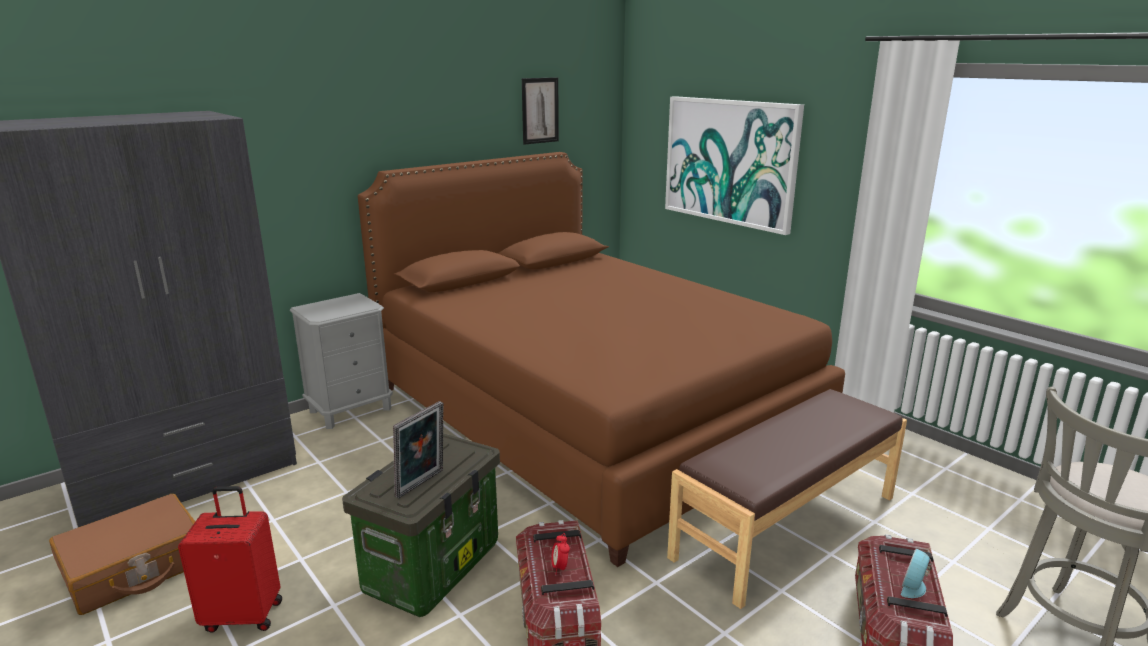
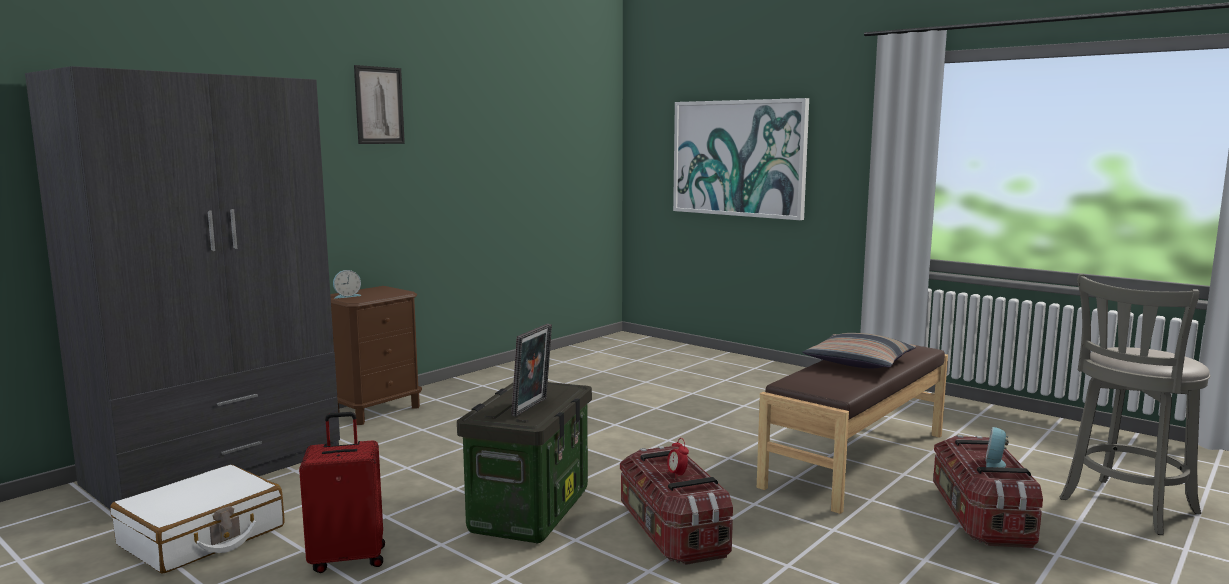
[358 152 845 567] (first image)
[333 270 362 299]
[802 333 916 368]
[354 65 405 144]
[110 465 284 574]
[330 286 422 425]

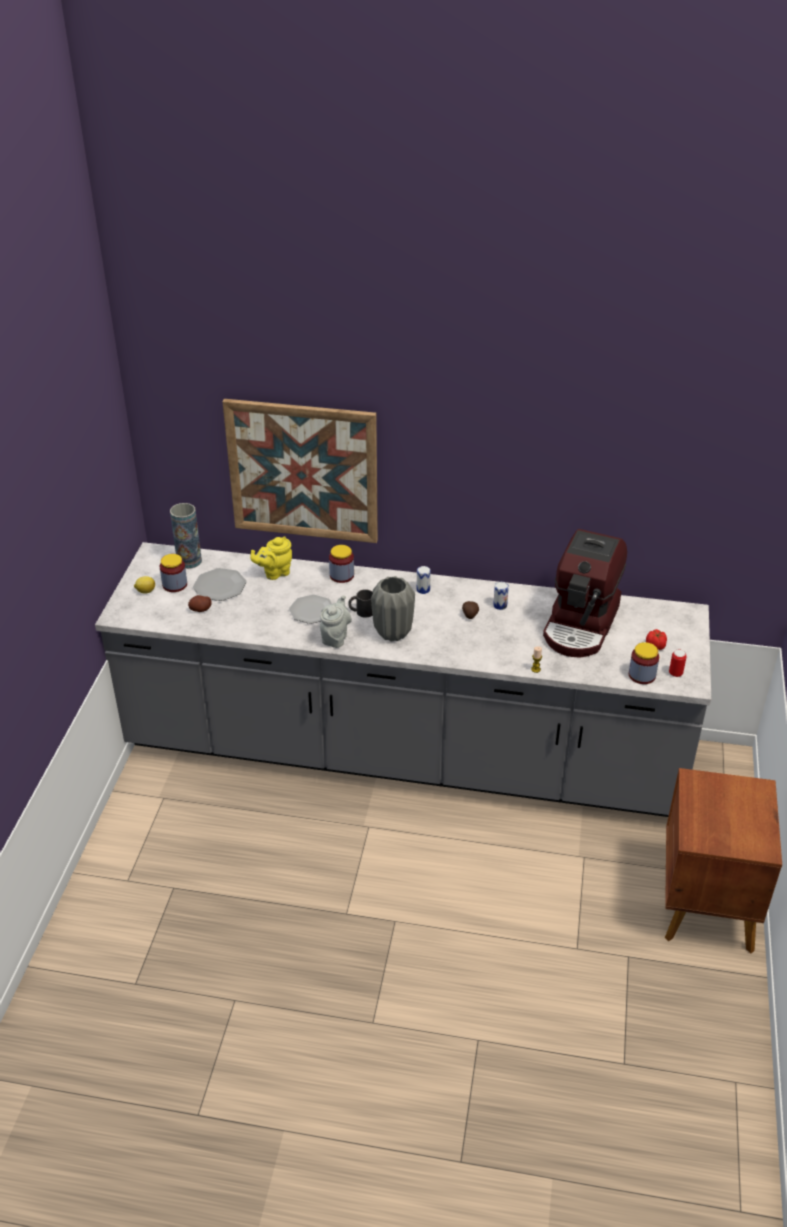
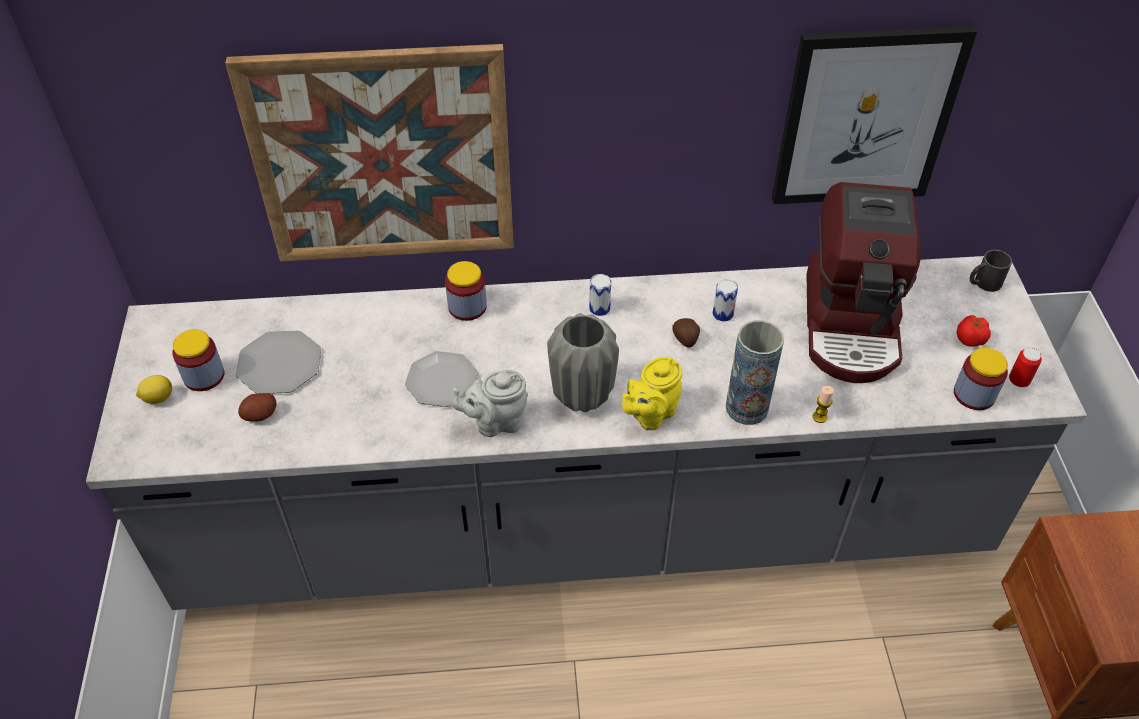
[772 26 977 204]
[726 320 784 425]
[622 357 683 430]
[970 250 1012 292]
[450 370 528 437]

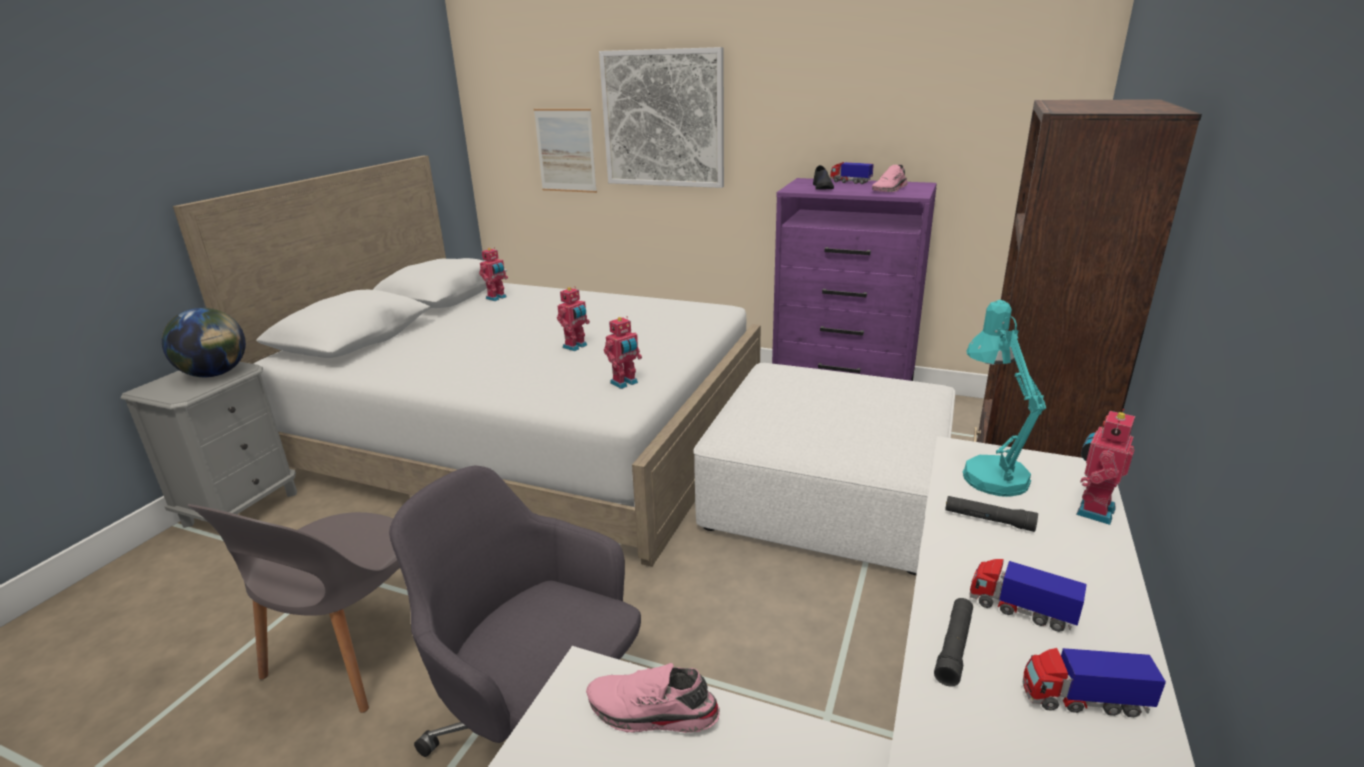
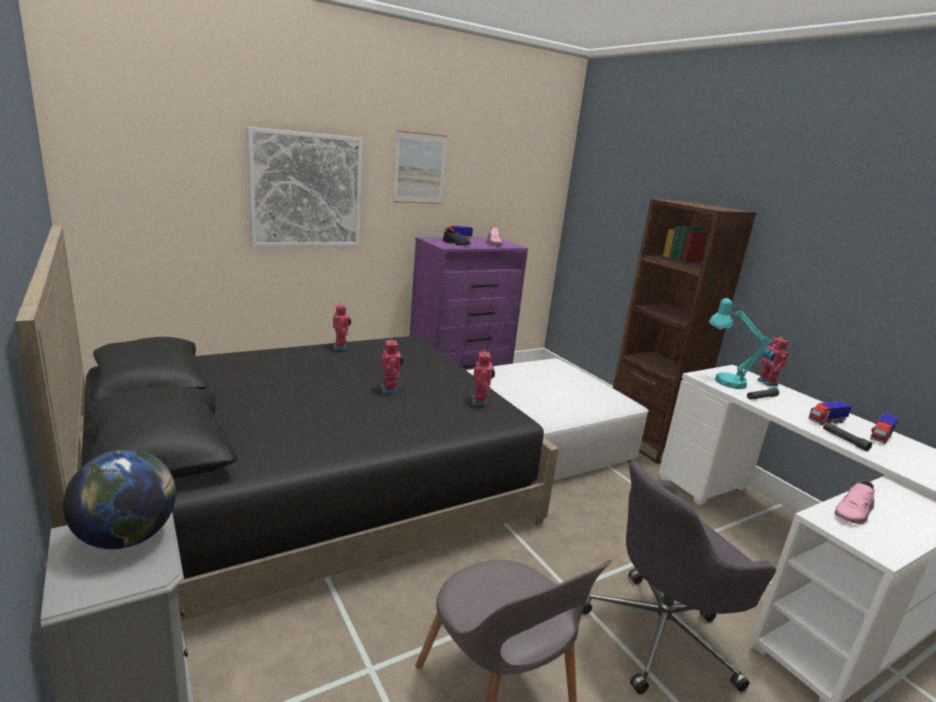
[333 302 351 350]
[394 130 447 204]
[15 226 559 621]

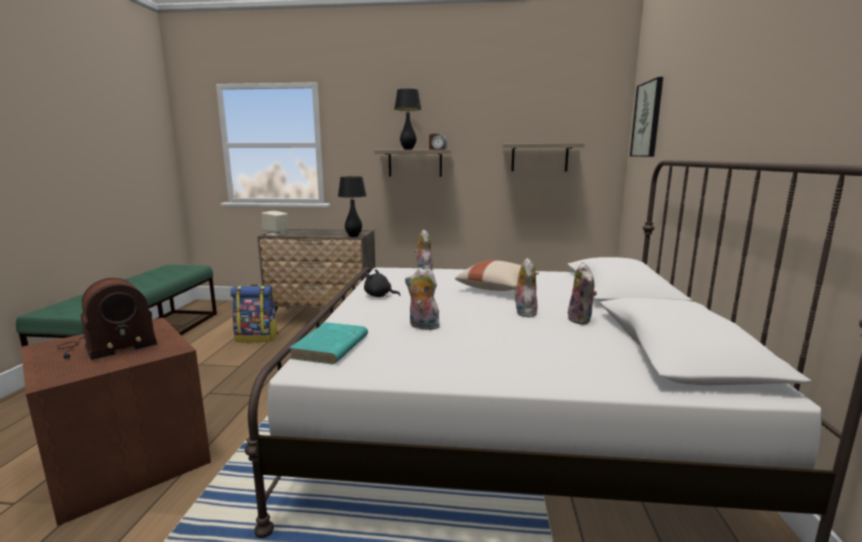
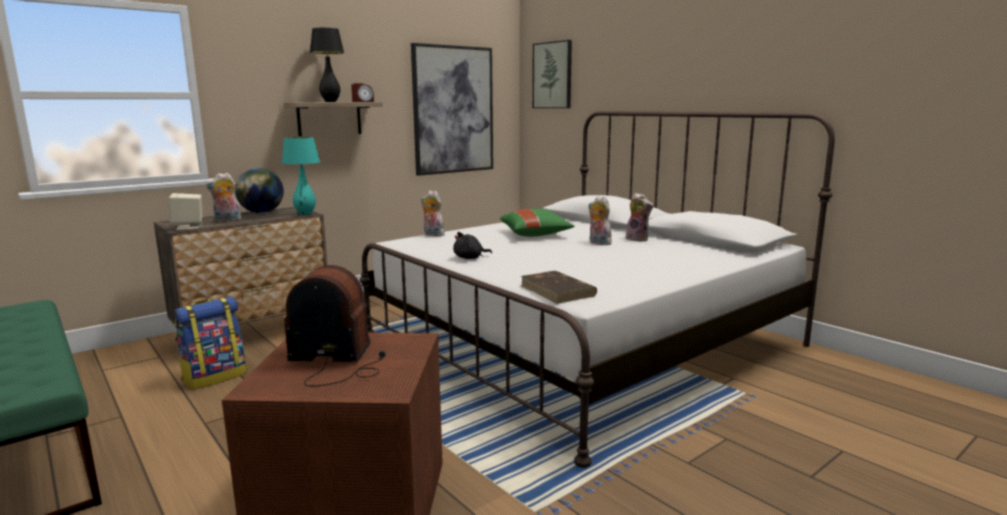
[235 168 284 213]
[206 173 241 222]
[411 43 493 176]
[521 271 597 304]
[282 137 320 215]
[500 209 574 237]
[284 265 386 386]

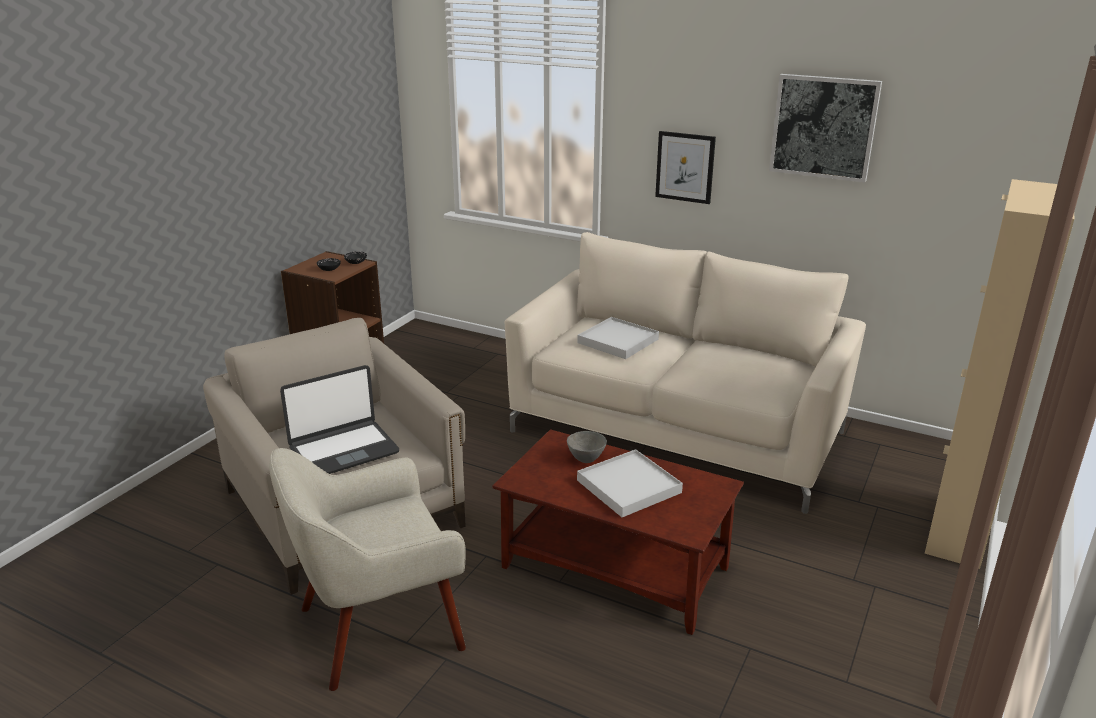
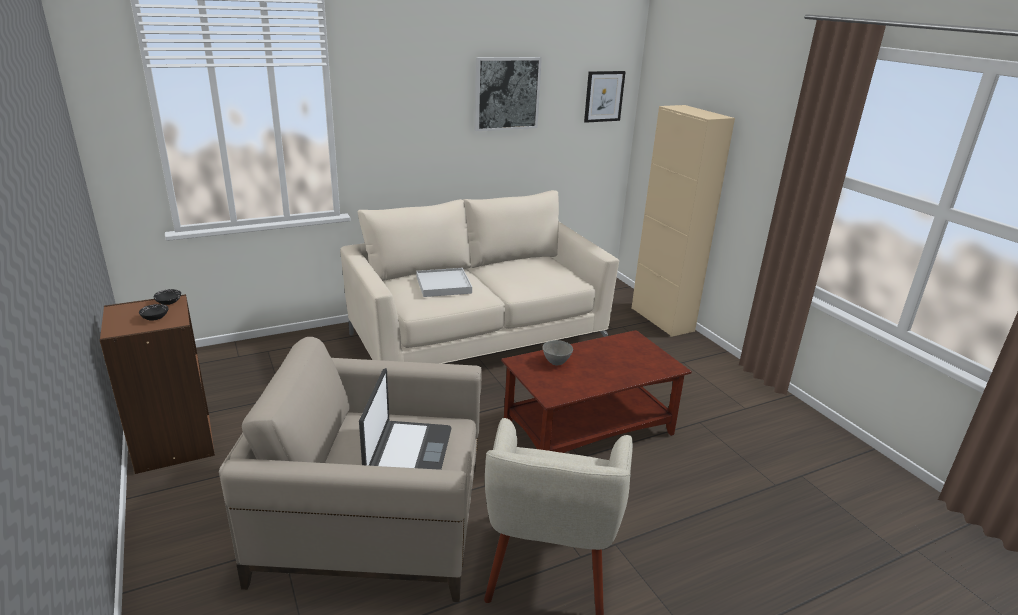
[577 449 683 517] (first image)
[584 71 626 123]

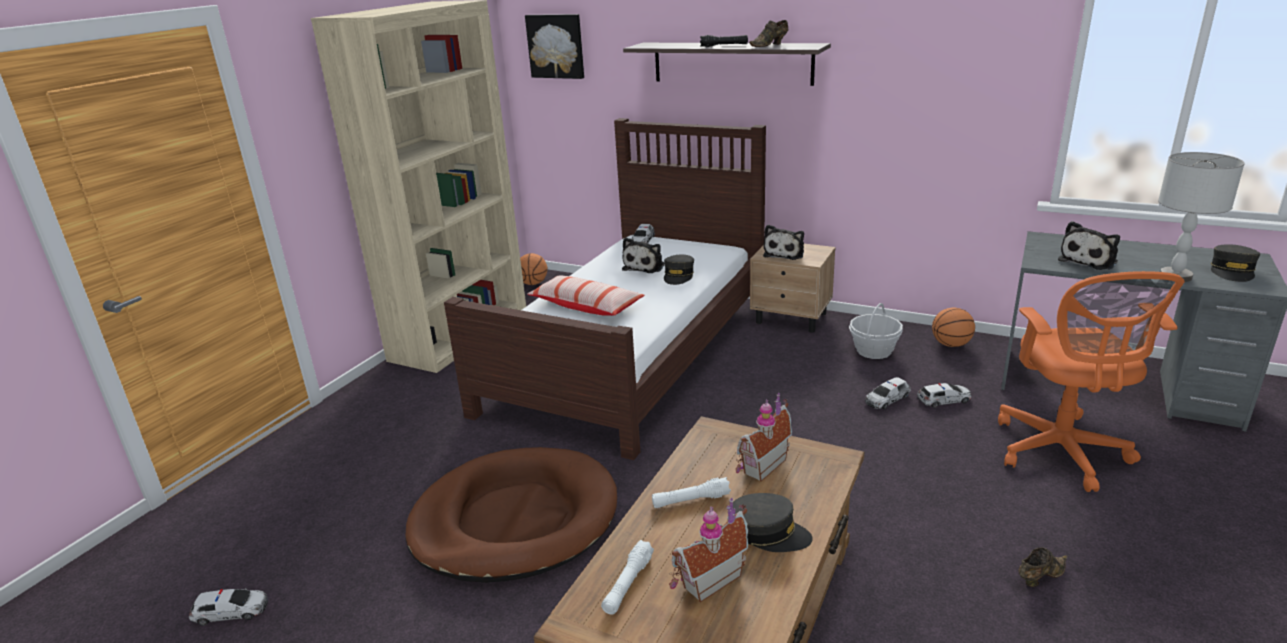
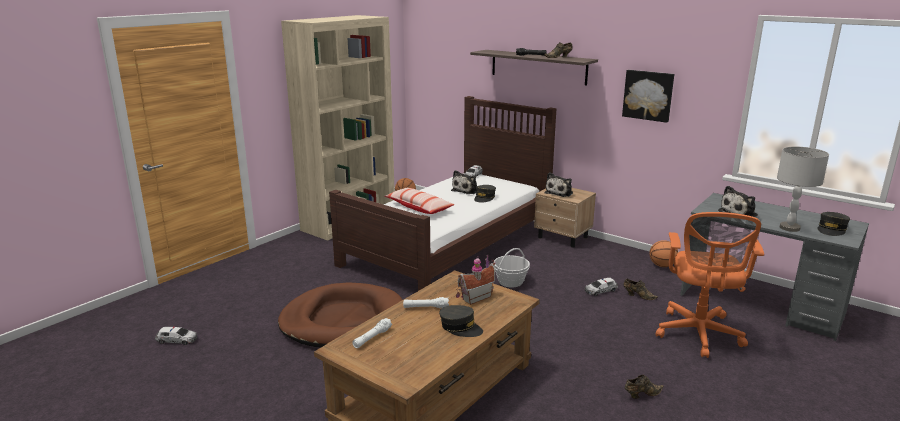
[669 498 748 603] (first image)
[622 70 674 123]
[493 248 530 288]
[623 279 658 300]

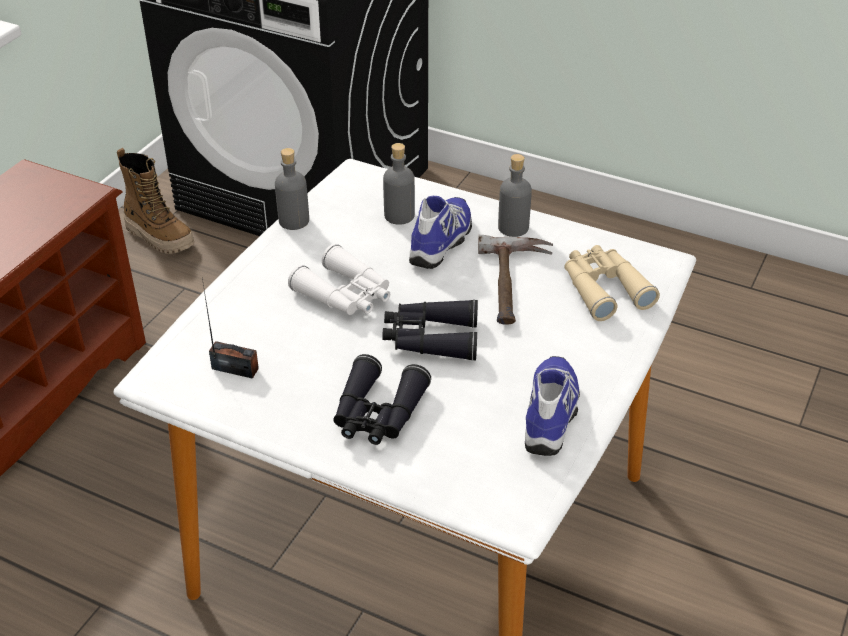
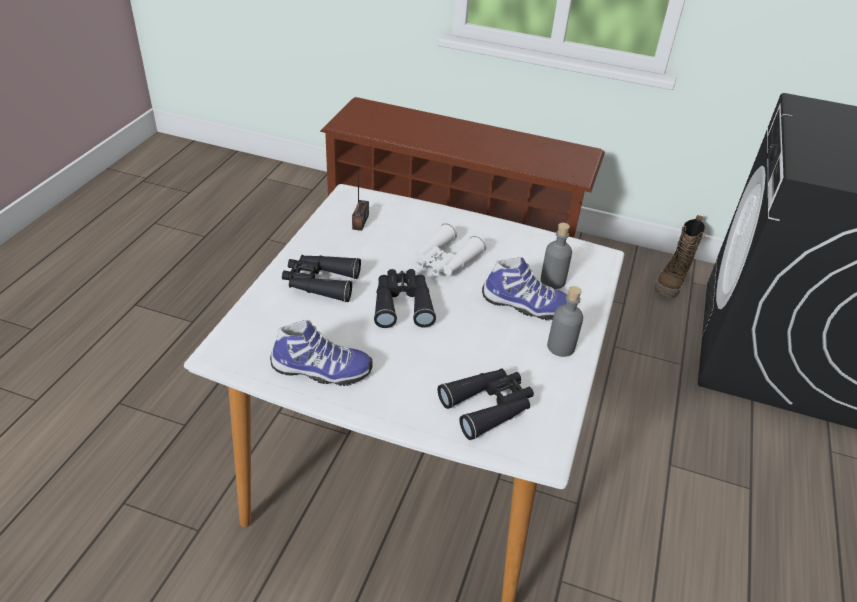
[275 148 309 230] (first image)
[478 235 553 325] (first image)
[438 368 534 440]

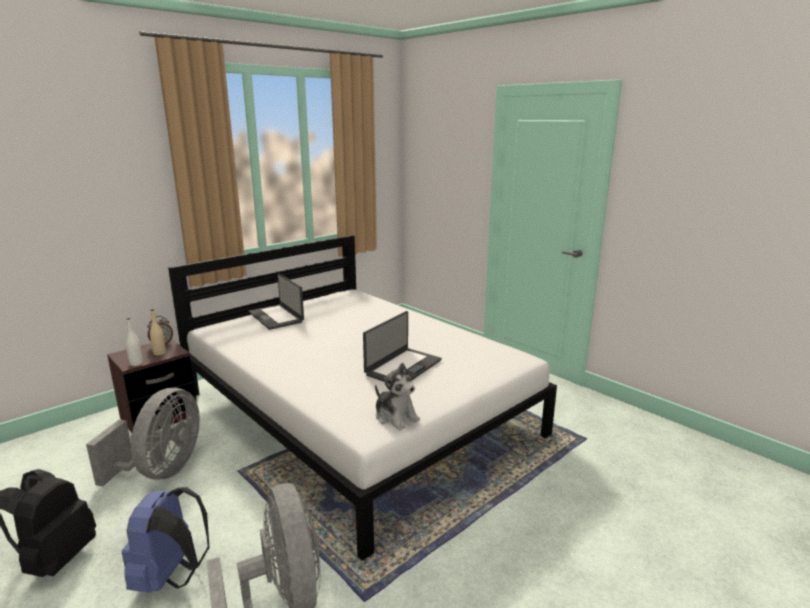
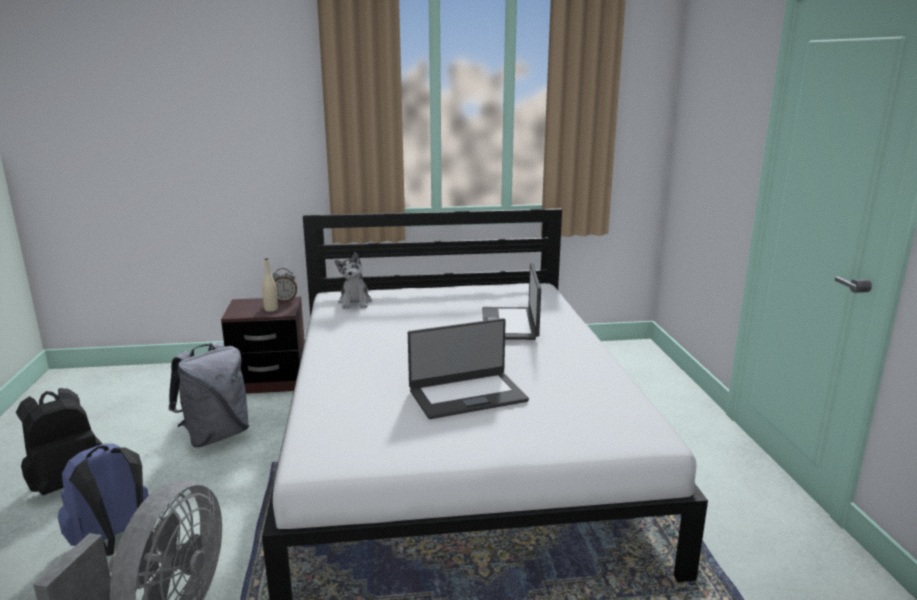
[126 318 143 366] (first image)
[482 263 541 340]
[335 252 372 309]
[169 342 249 448]

